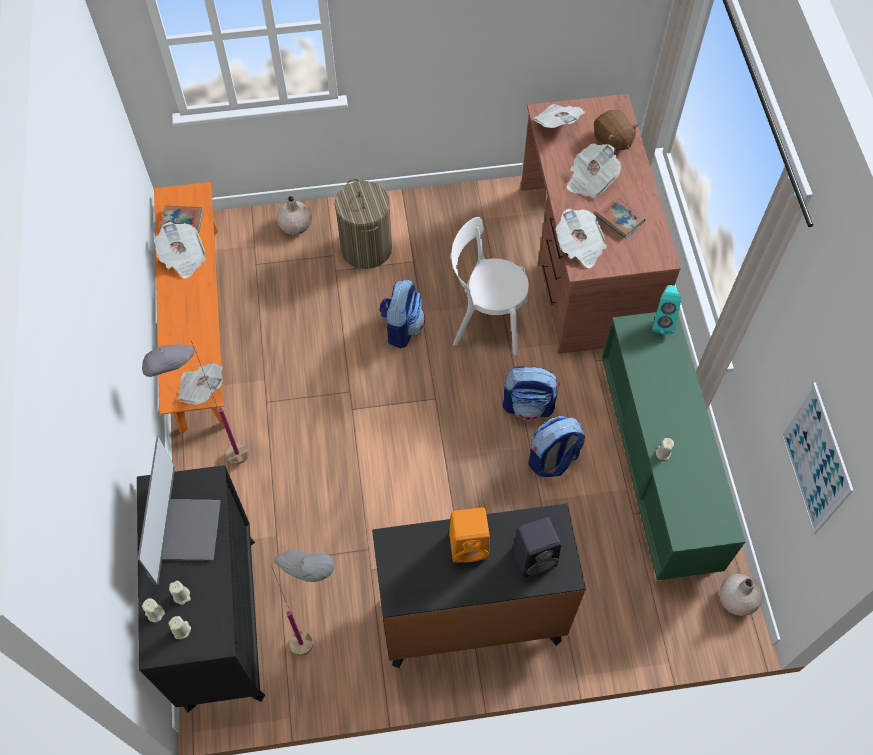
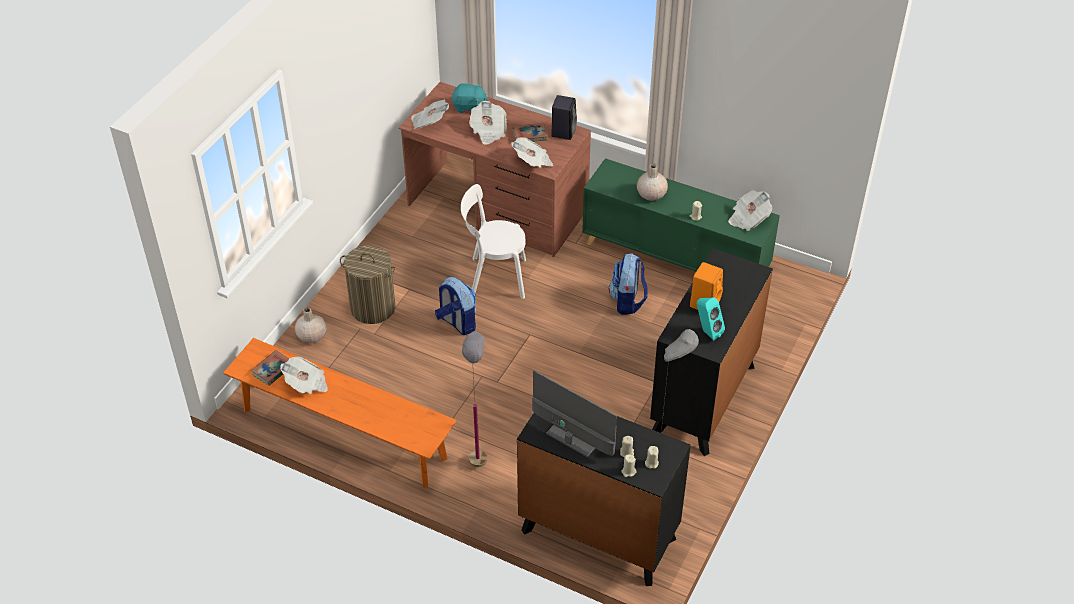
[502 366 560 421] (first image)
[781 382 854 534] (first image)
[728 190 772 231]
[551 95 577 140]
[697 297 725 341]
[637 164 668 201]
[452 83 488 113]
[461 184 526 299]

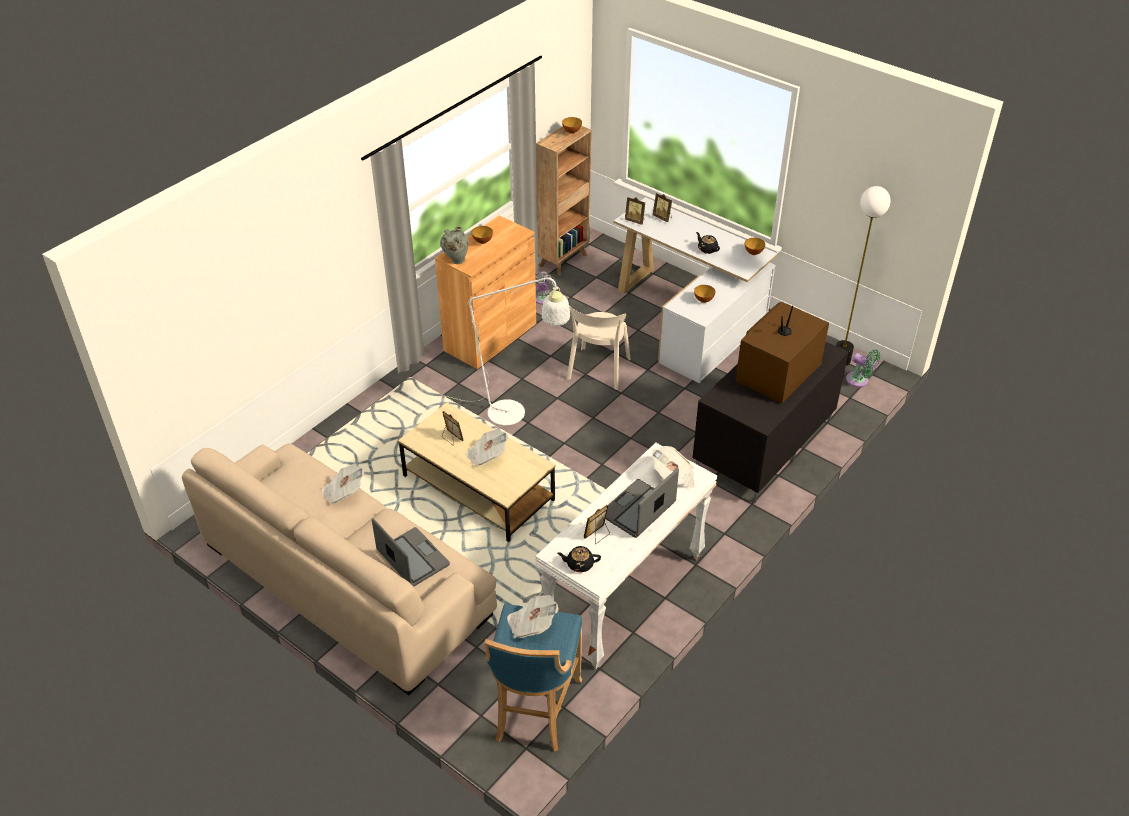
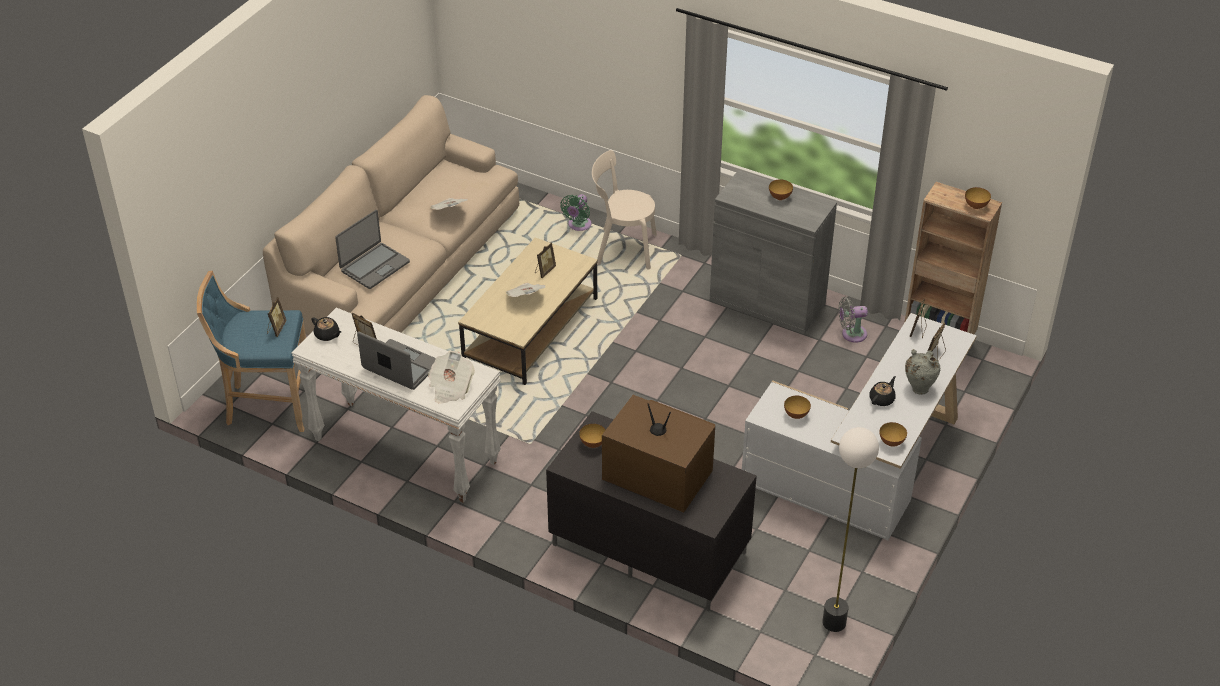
[443 275 570 425] (first image)
[579 424 606 448]
[905 349 940 395]
[592 150 657 269]
[560 194 592 231]
[267 297 286 337]
[710 170 837 335]
[311 317 341 341]

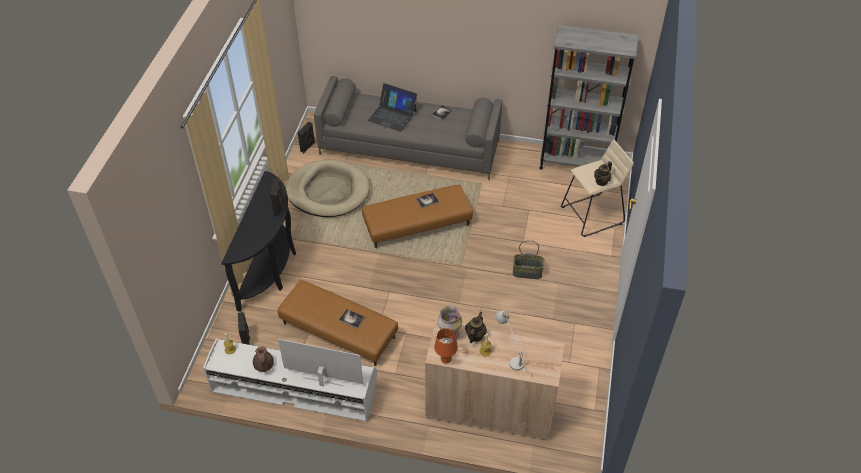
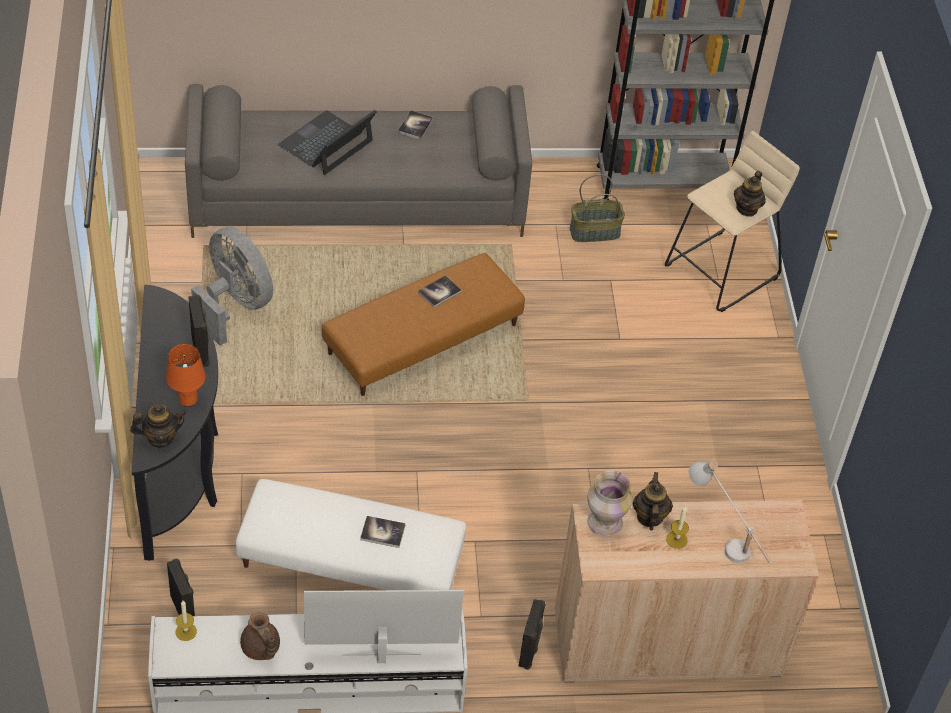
[130 404 187 448]
[519 599 546 670]
[166 344 205 407]
[570 174 625 242]
[191 226 273 346]
[235 479 466 590]
[278 110 377 175]

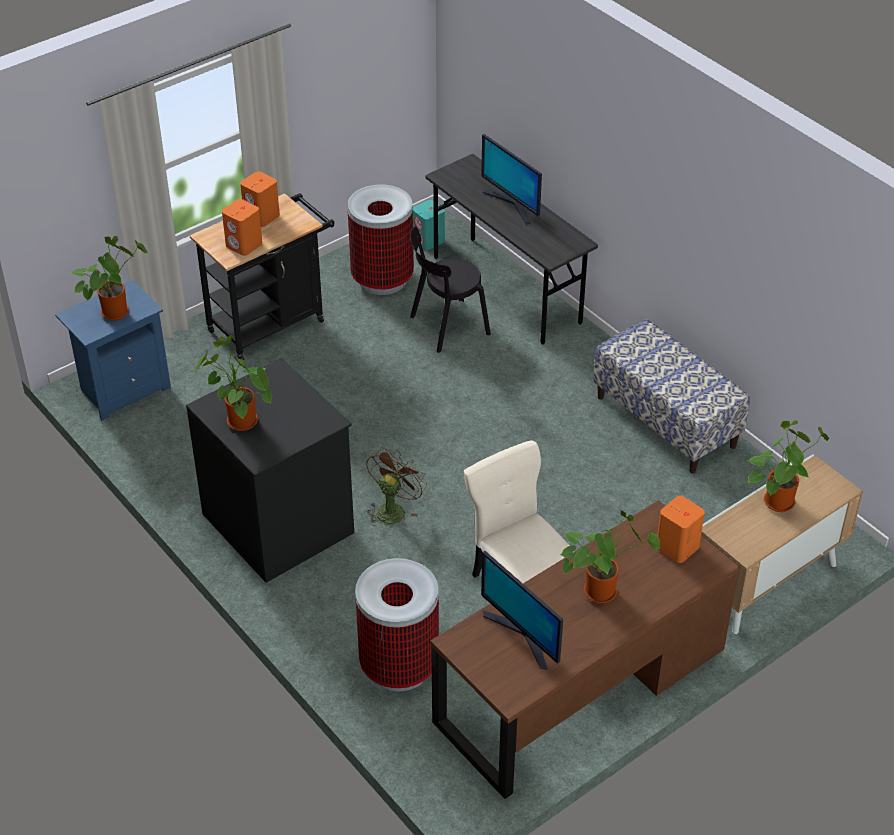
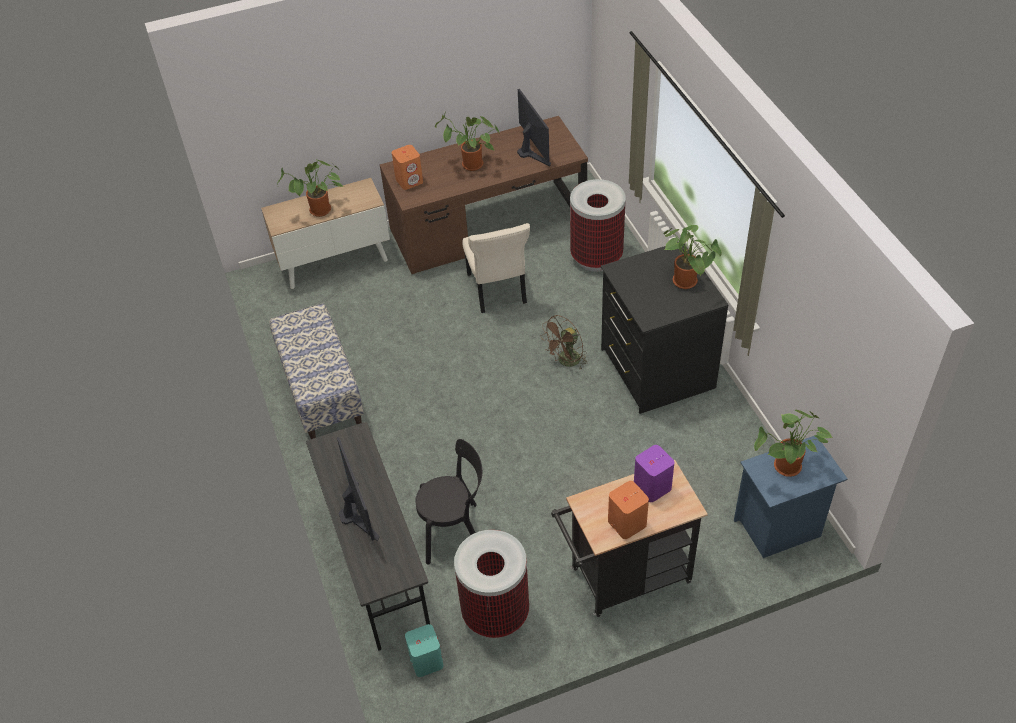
[634 445 675 502]

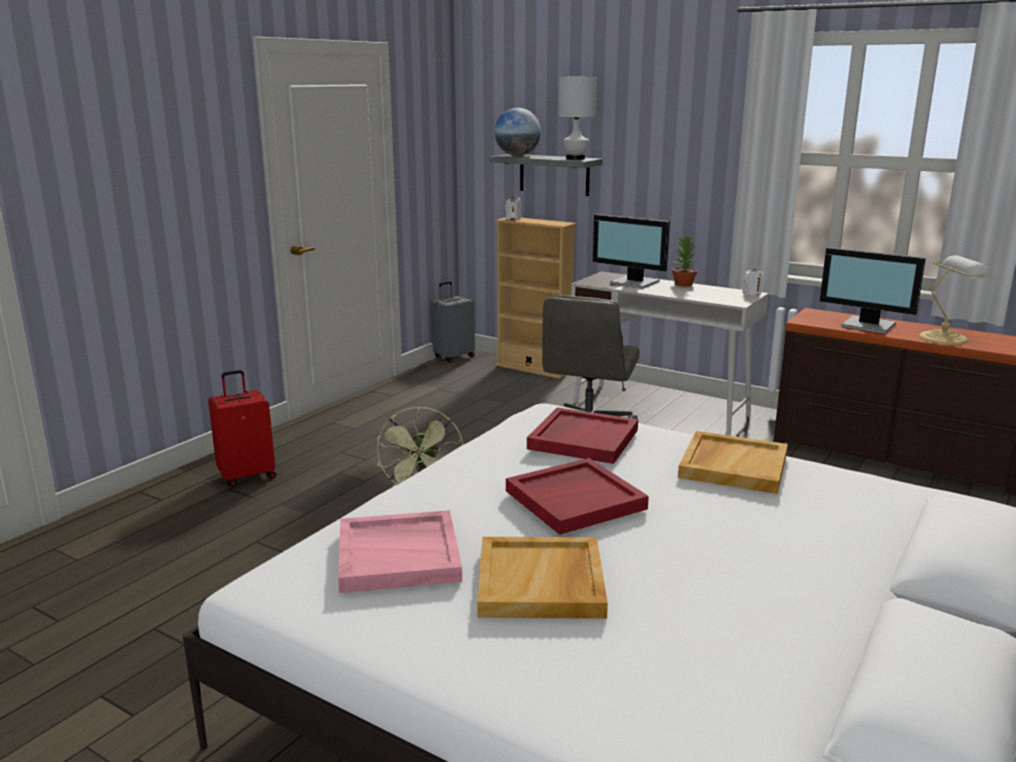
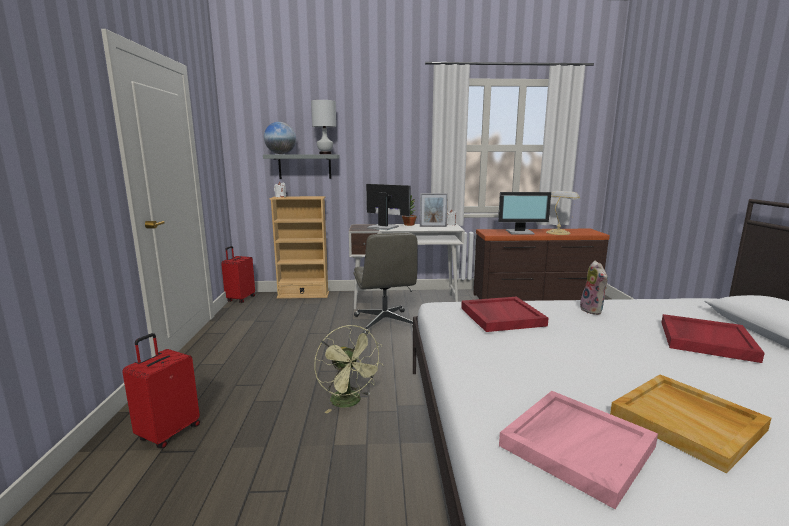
[420 193 448 227]
[661 314 765 363]
[578 261 608 315]
[221 246 255 303]
[366 184 411 230]

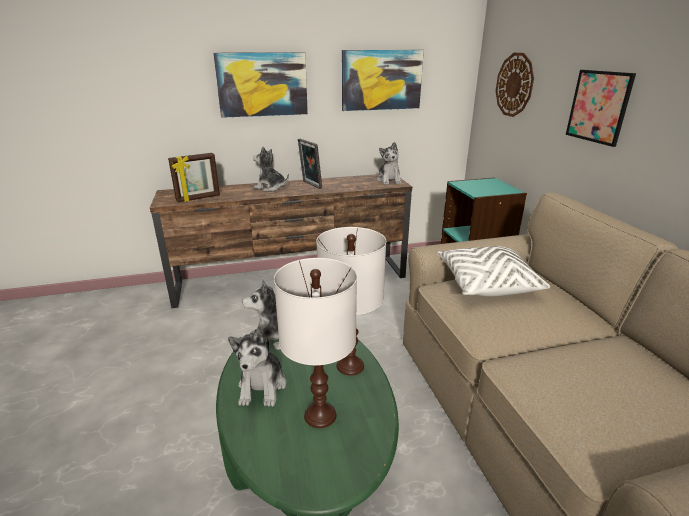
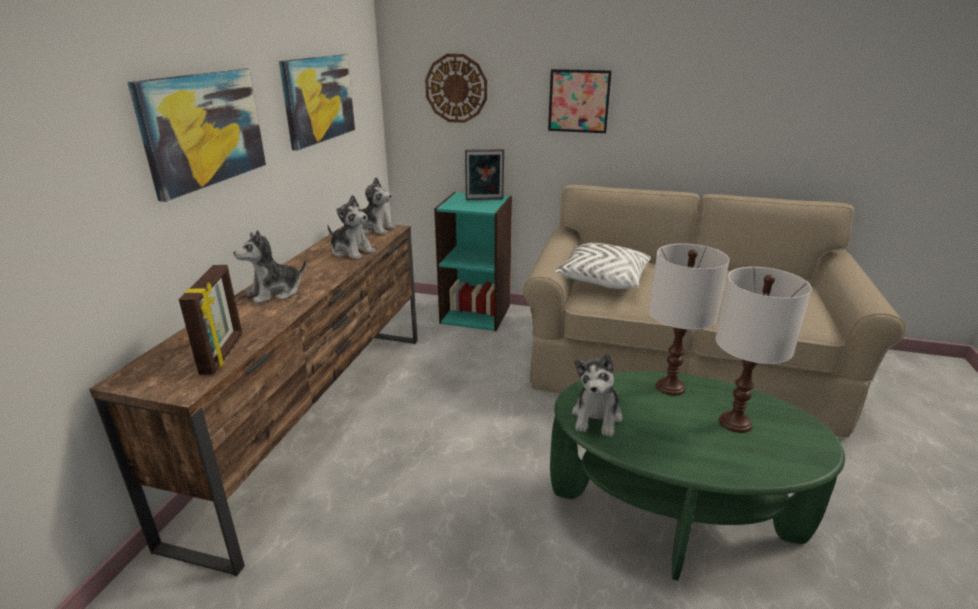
[327 195 376 260]
[465 149 504 200]

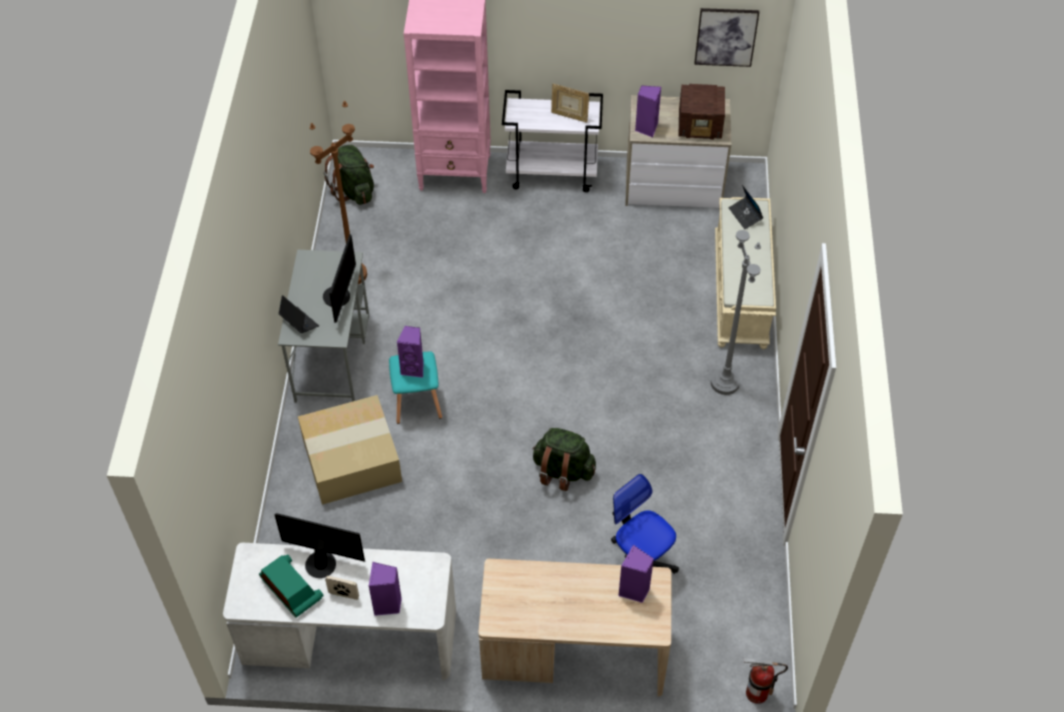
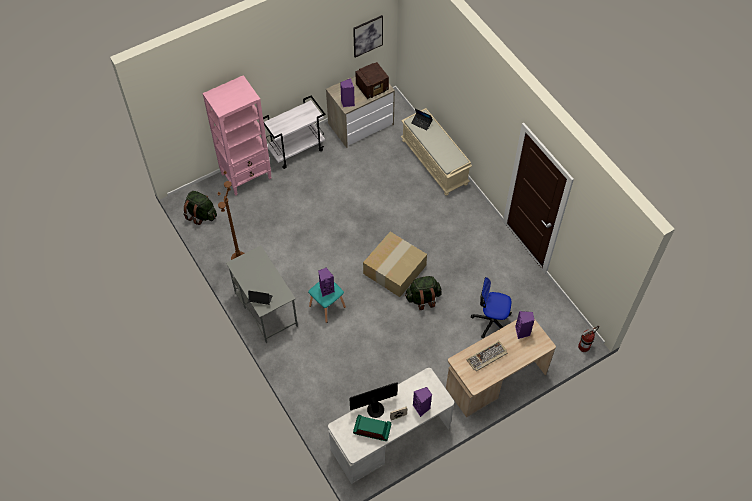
[323 234 356 323] (first image)
[551 84 589 122] (first image)
[711 208 761 395] (first image)
[466 341 507 371]
[363 232 427 297]

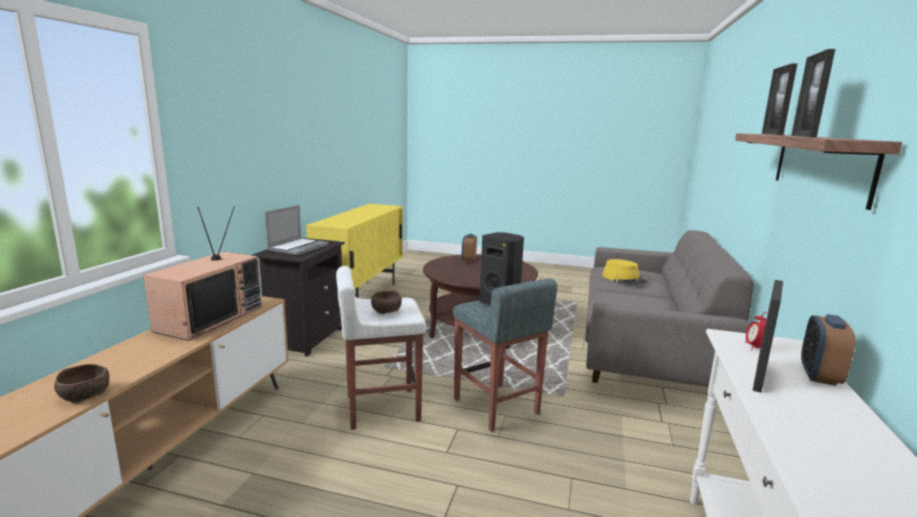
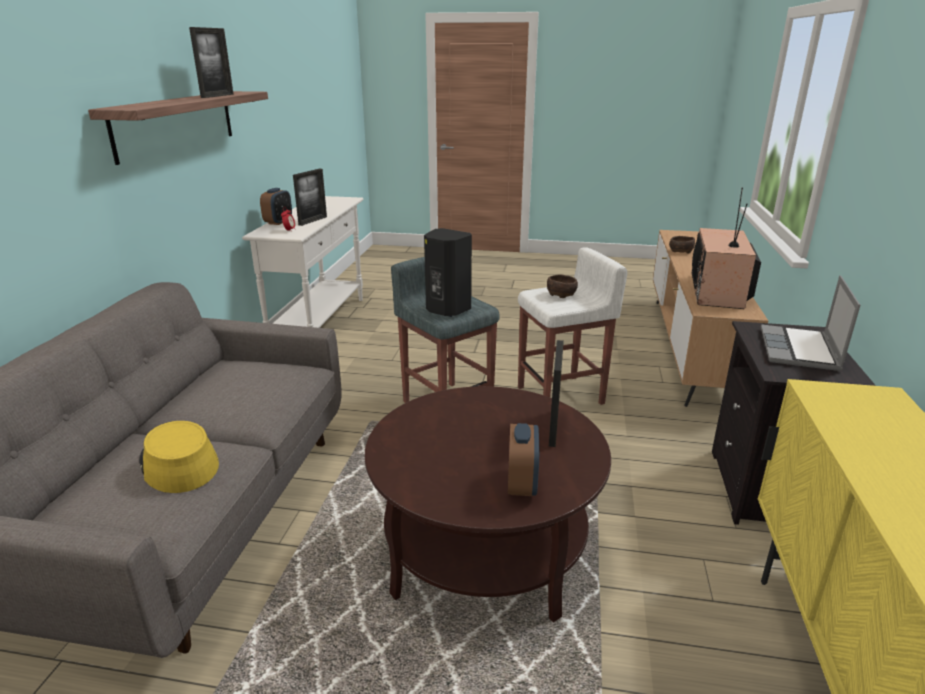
[549 340 564 447]

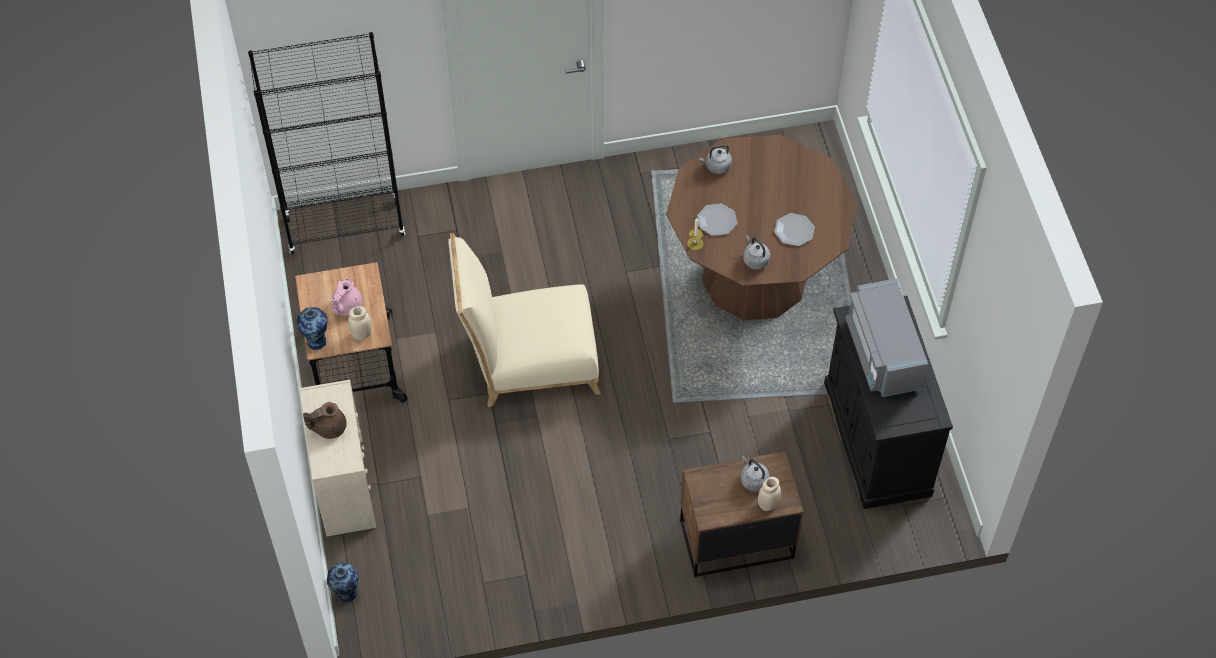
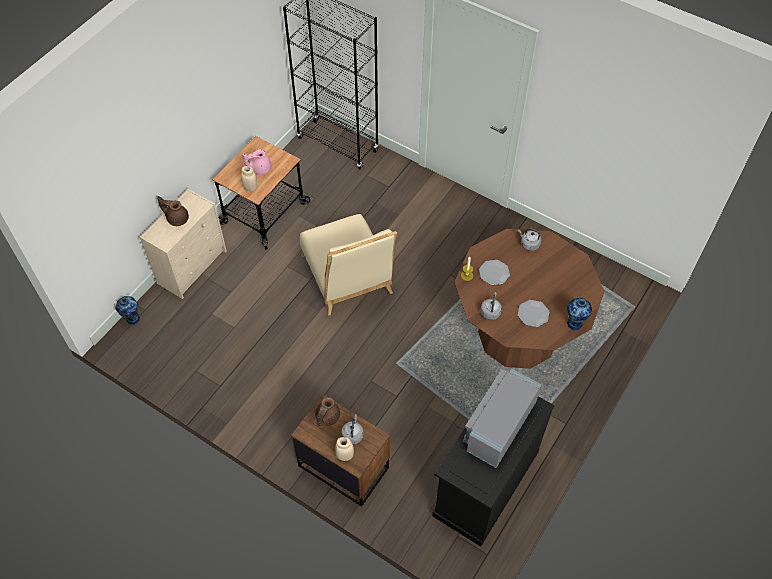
[315 397 340 426]
[567 298 592 331]
[300 214 397 316]

